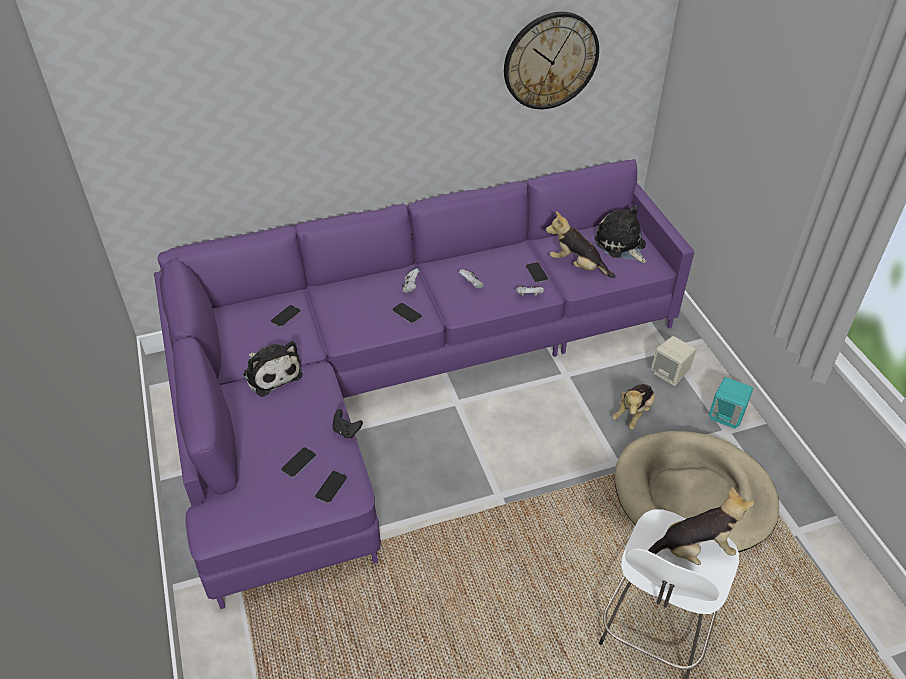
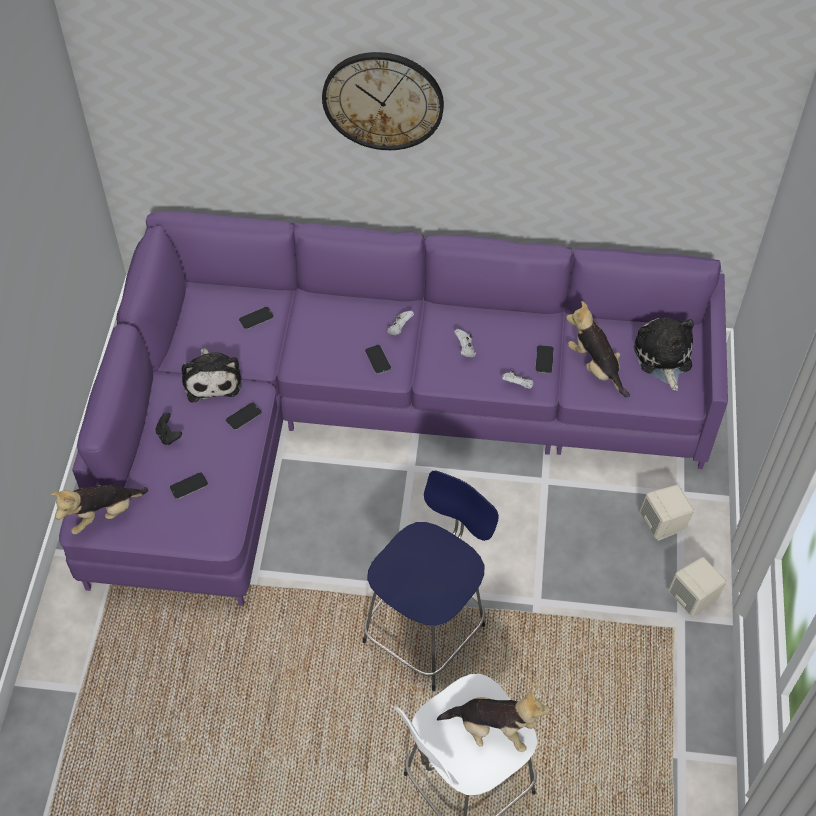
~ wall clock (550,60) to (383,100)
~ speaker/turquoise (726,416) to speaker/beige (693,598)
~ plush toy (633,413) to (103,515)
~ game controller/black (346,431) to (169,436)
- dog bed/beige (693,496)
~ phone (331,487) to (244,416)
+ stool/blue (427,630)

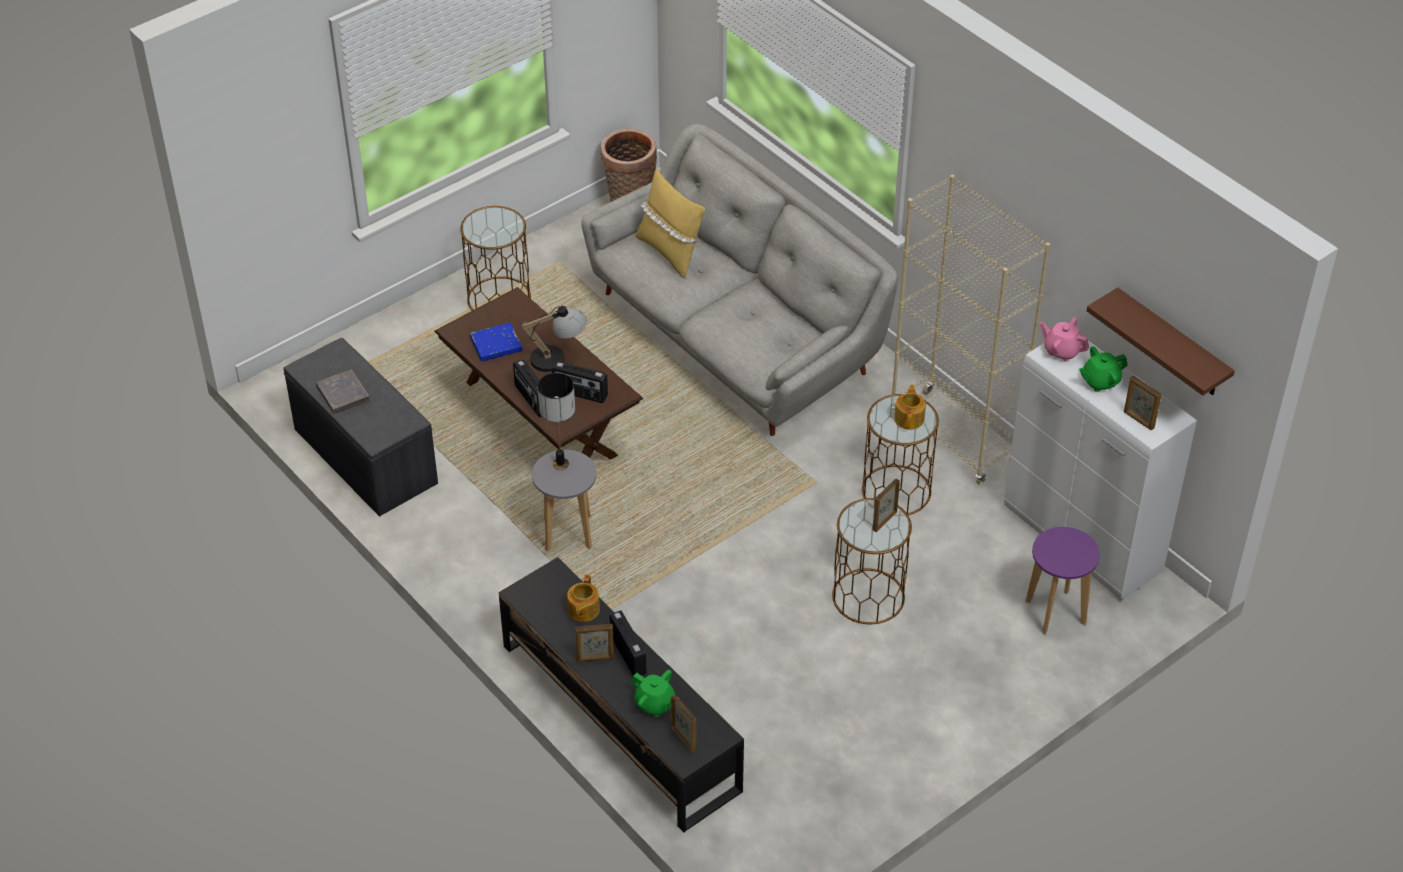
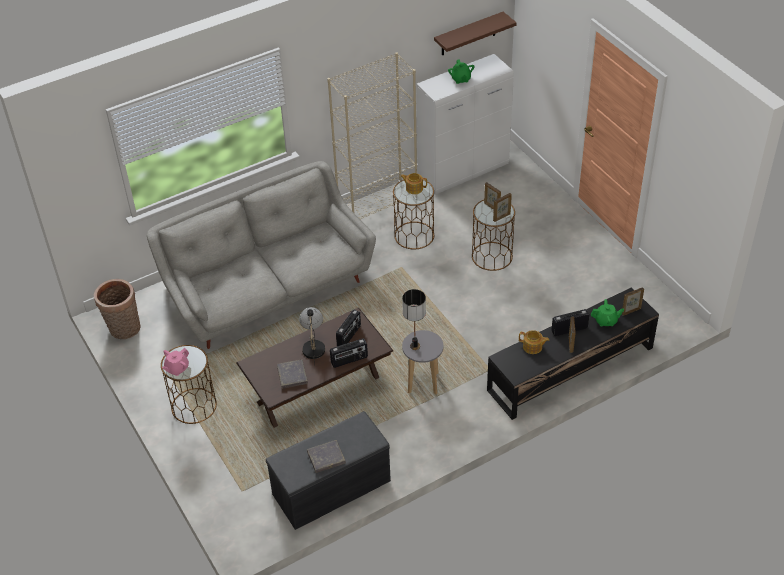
- pillow/yellow (670,252)
~ teapot/pink (1062,351) to (177,368)
~ book/blue (496,345) to book/grey (292,375)
~ picture frame (1138,420) to (502,217)
- stool/purple (1055,612)
~ teapot/green (655,704) = (606,321) 45 degrees clockwise

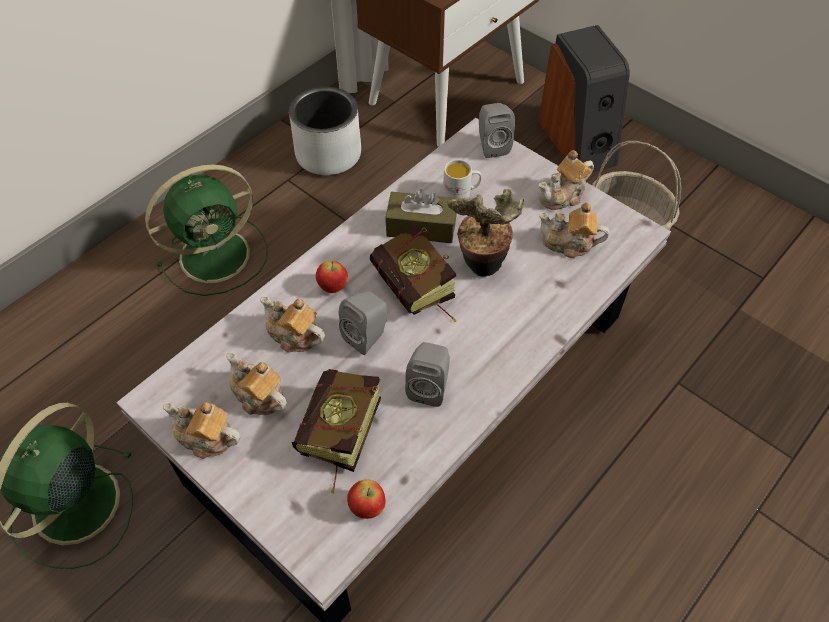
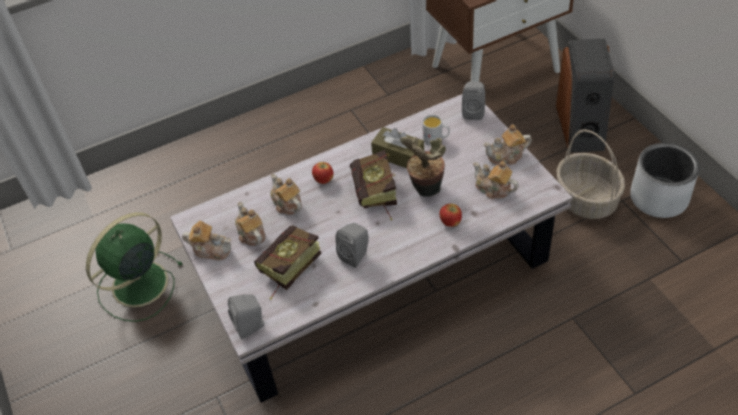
~ planter/grey (328,154) to (659,197)
- fan/green (218,254)
~ speaker/grey (368,336) to (251,326)
~ teapot (206,438) = (211,249) 150 degrees clockwise
~ apple (367,507) to (450,223)

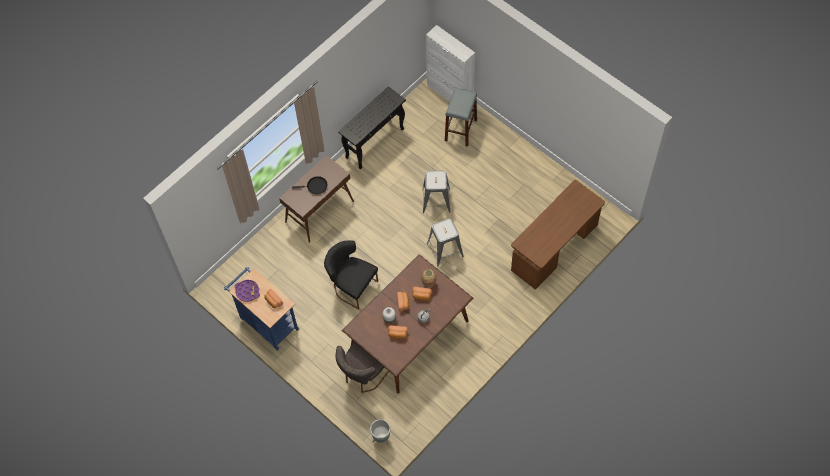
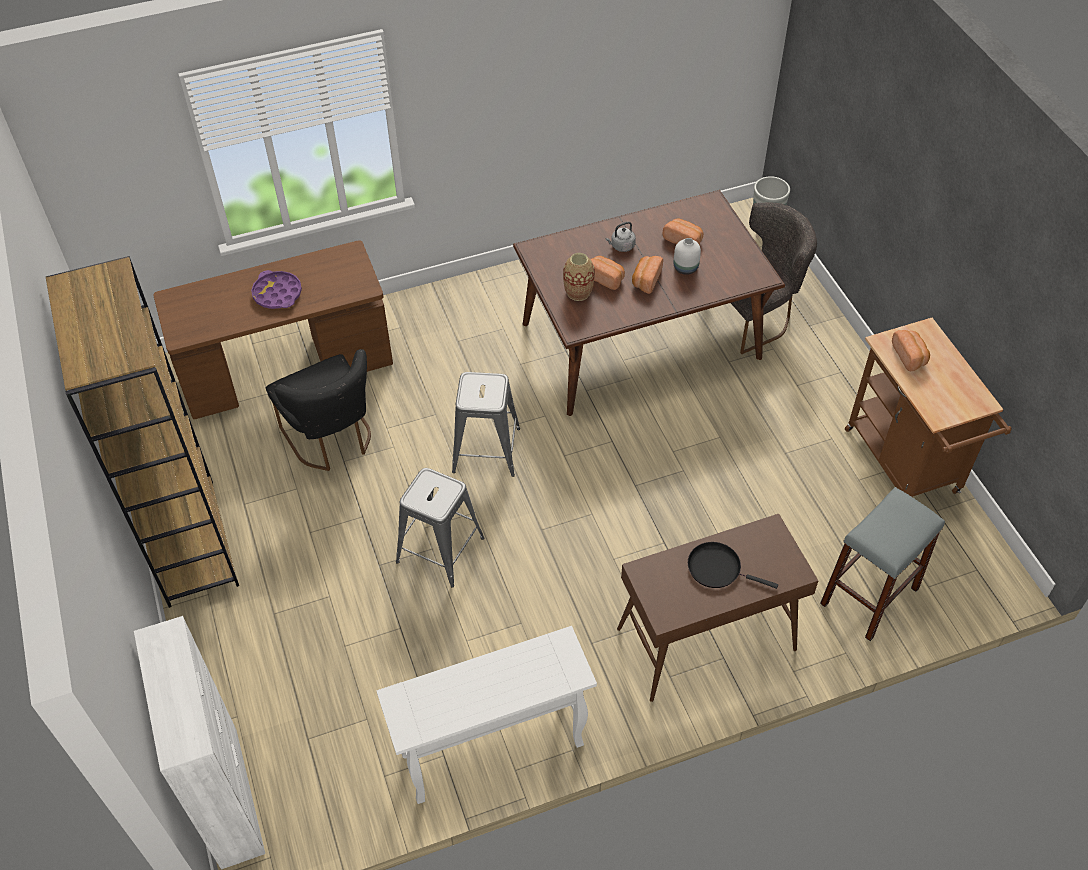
~ console table/black (375,143) to console table/white (491,751)
~ stool/grey (461,130) to (869,596)
~ chair/black (352,286) to (332,440)
~ cart/blue (267,322) to cart/brown (906,467)
~ tray/purple (247,291) to (277,294)
+ bookcase/brown (190,541)

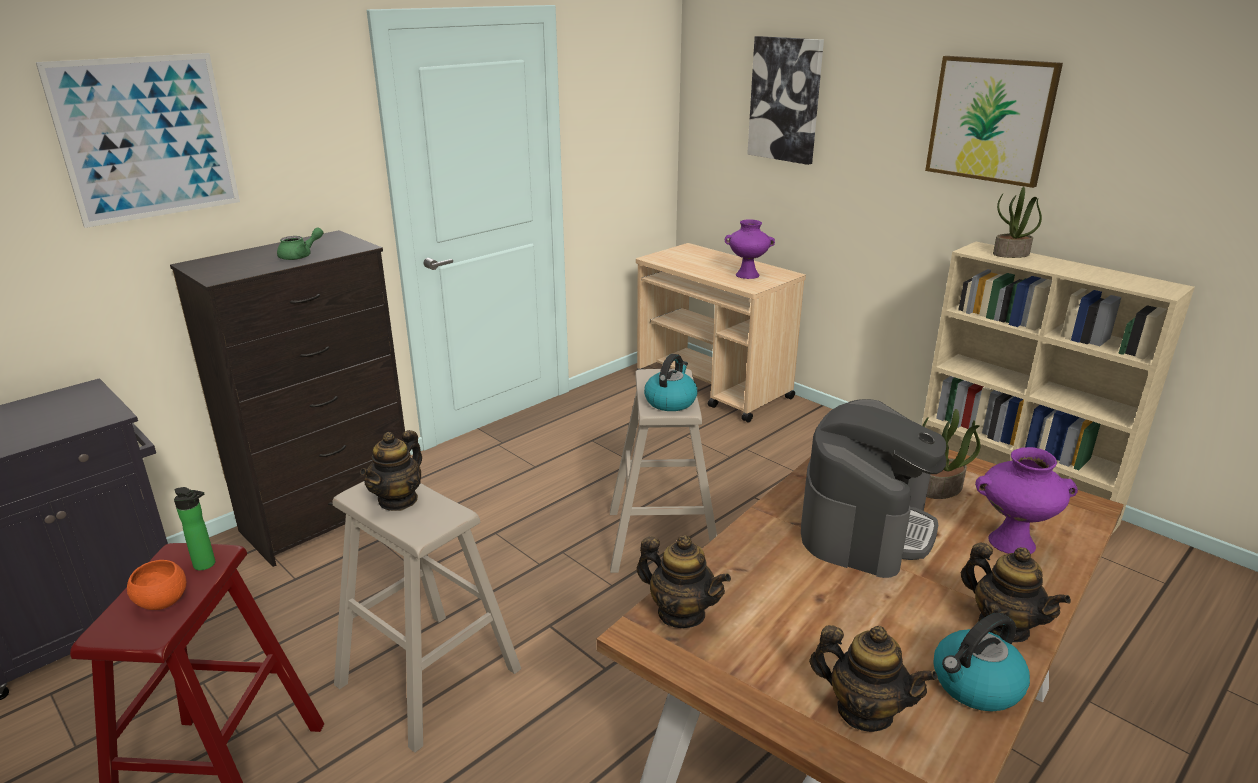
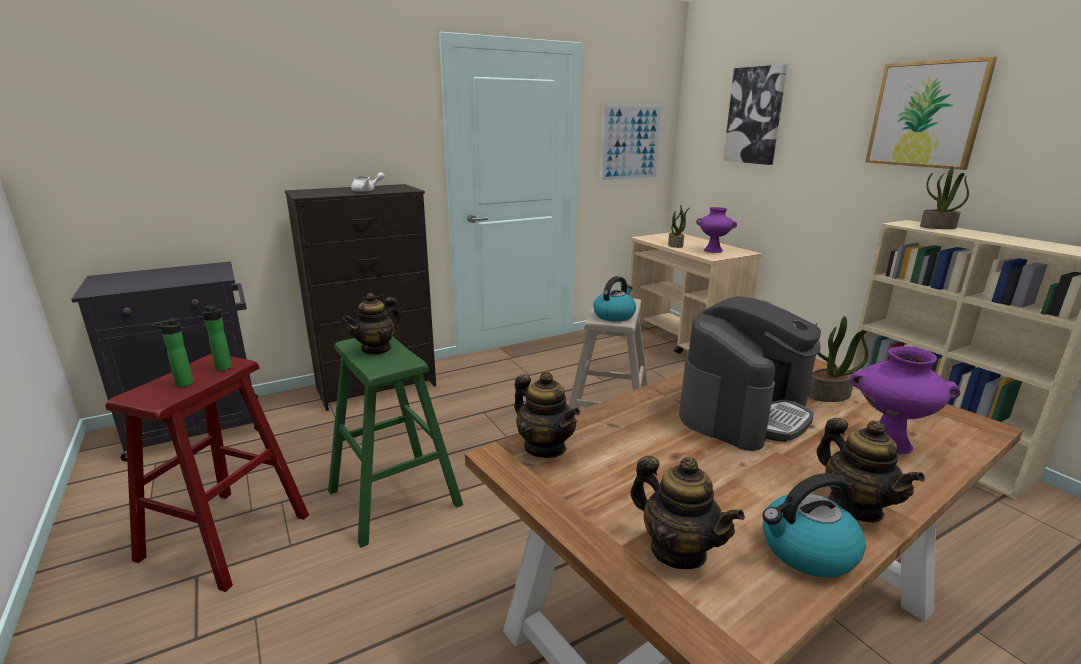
~ picture (147,138) to (631,143)
~ teapot/green (300,256) to teapot/white (367,191)
~ stool/beige (429,677) to stool/green (394,498)
~ bowl/orange (162,602) to bottle (181,384)
+ potted plant (676,245)

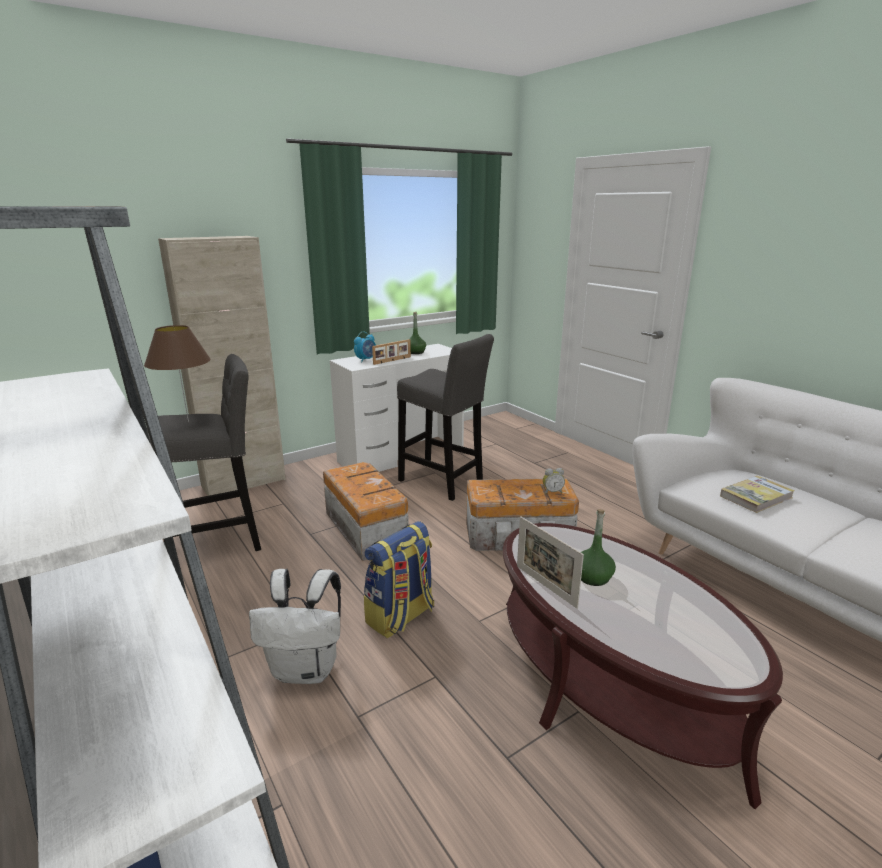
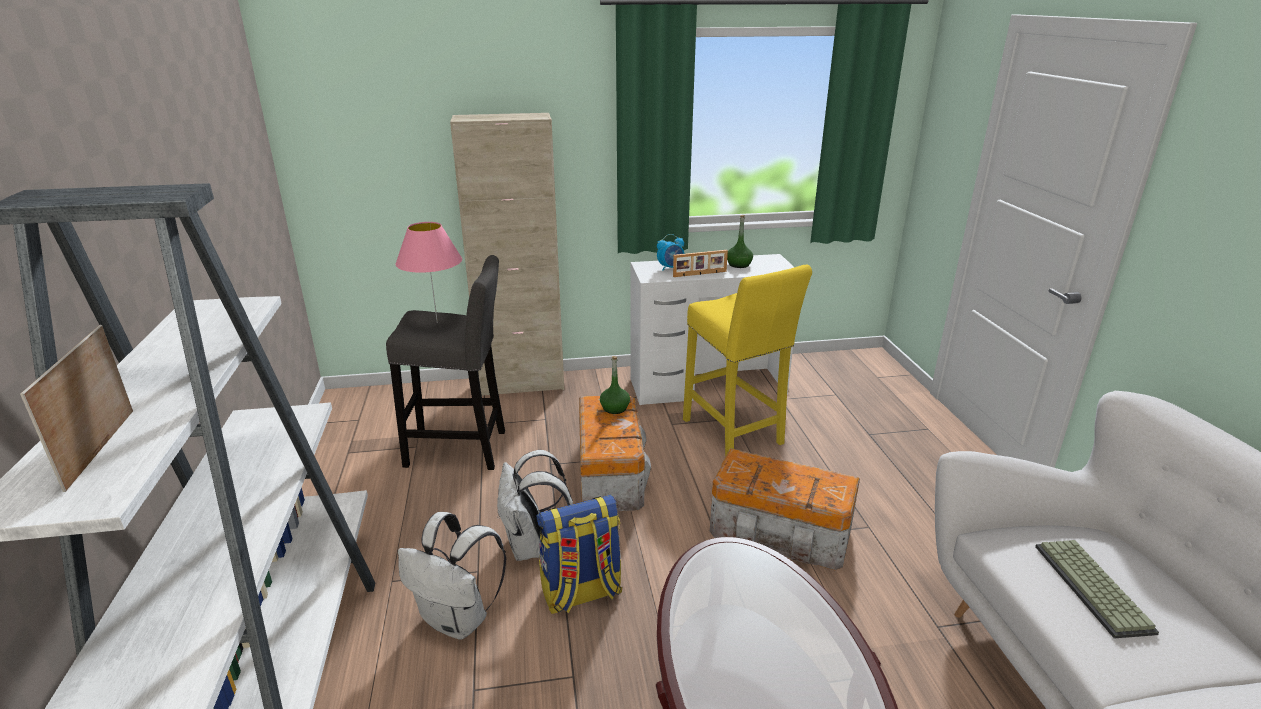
~ table lamp/brown (188,421) to table lamp/pink (437,323)
~ stool/grey (443,482) to stool/yellow (734,435)
- alarm clock (552,492)
~ book (756,497) to keyboard (1095,588)
~ bottle/green (593,577) to (615,408)
~ picture frame (545,586) to (101,448)
+ backpack/white (532,547)

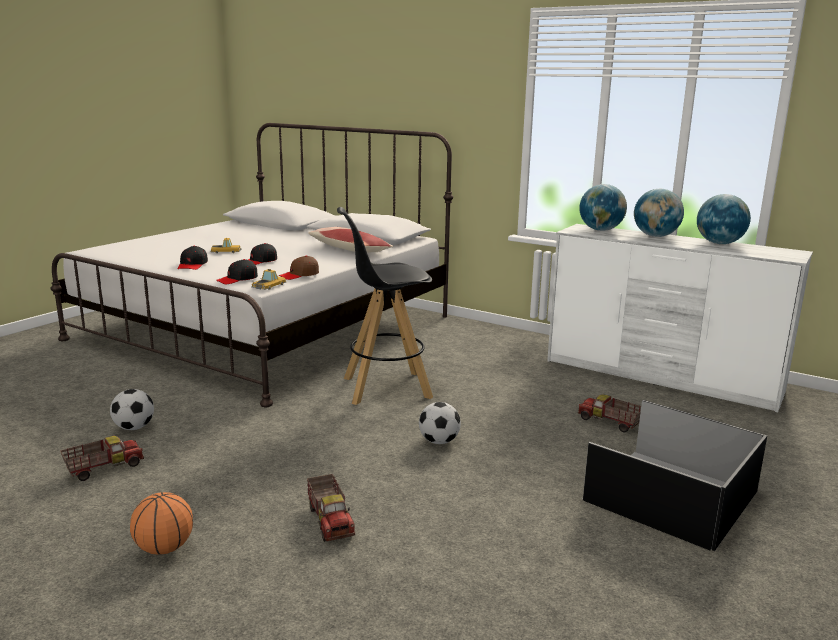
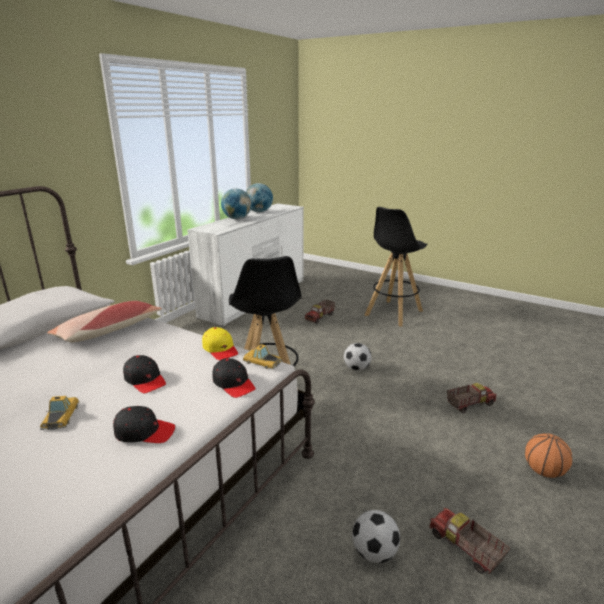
- globe (601,230)
~ cap/brown (299,275) to cap/yellow (220,349)
~ storage box/black (671,495) to stool/black (393,313)

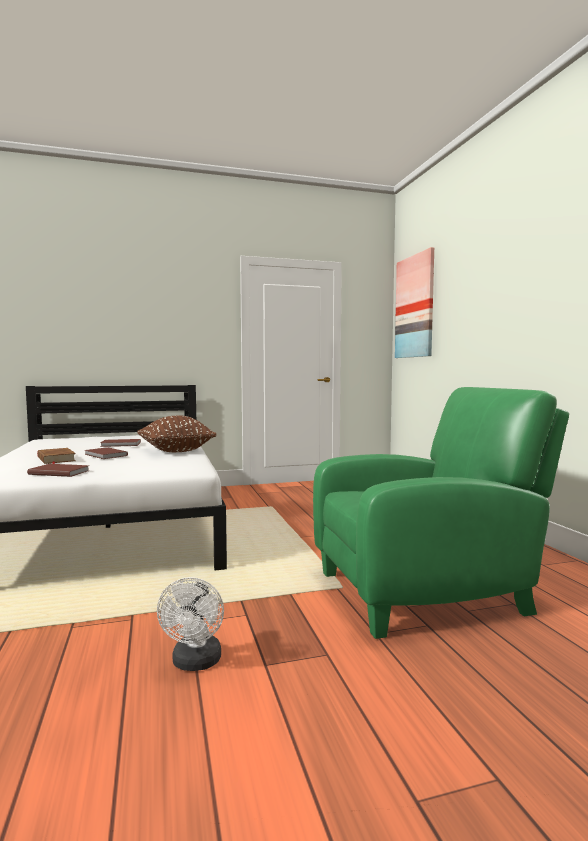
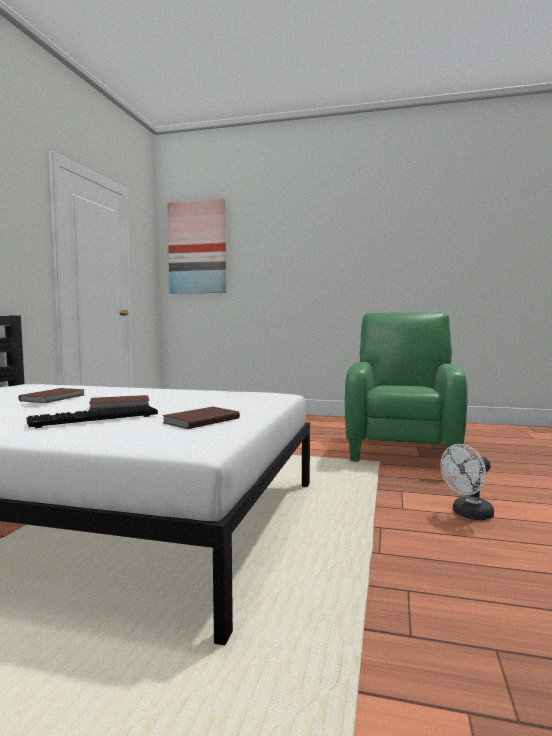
- pillow/brown (176,451)
~ book/brown (56,459) to keyboard (93,419)
~ fan/white (195,663) = (468,514) 120 degrees clockwise

